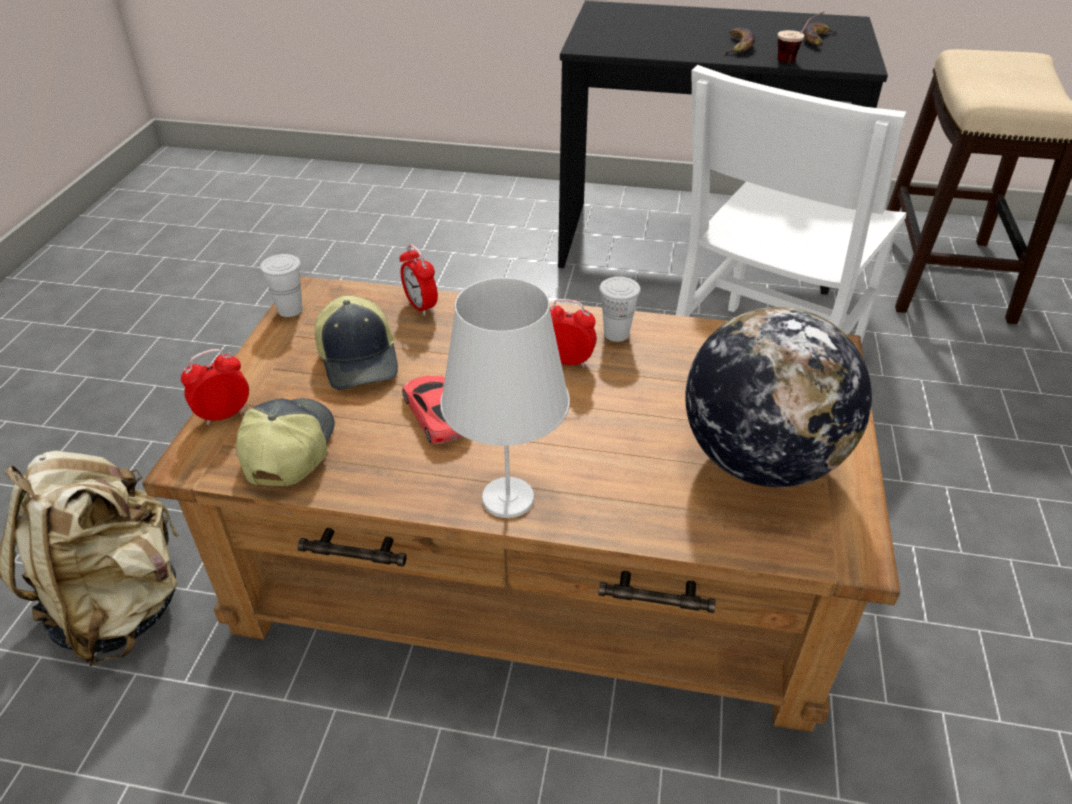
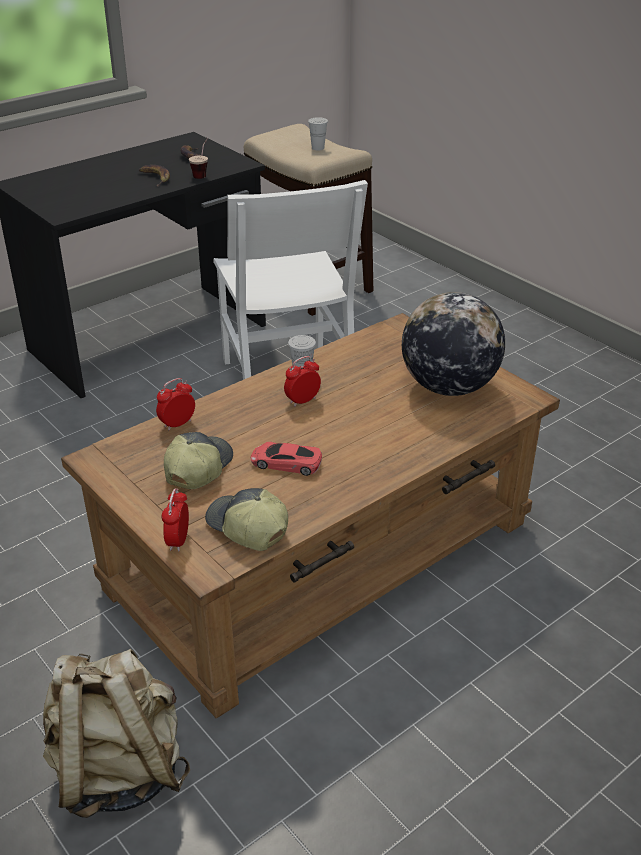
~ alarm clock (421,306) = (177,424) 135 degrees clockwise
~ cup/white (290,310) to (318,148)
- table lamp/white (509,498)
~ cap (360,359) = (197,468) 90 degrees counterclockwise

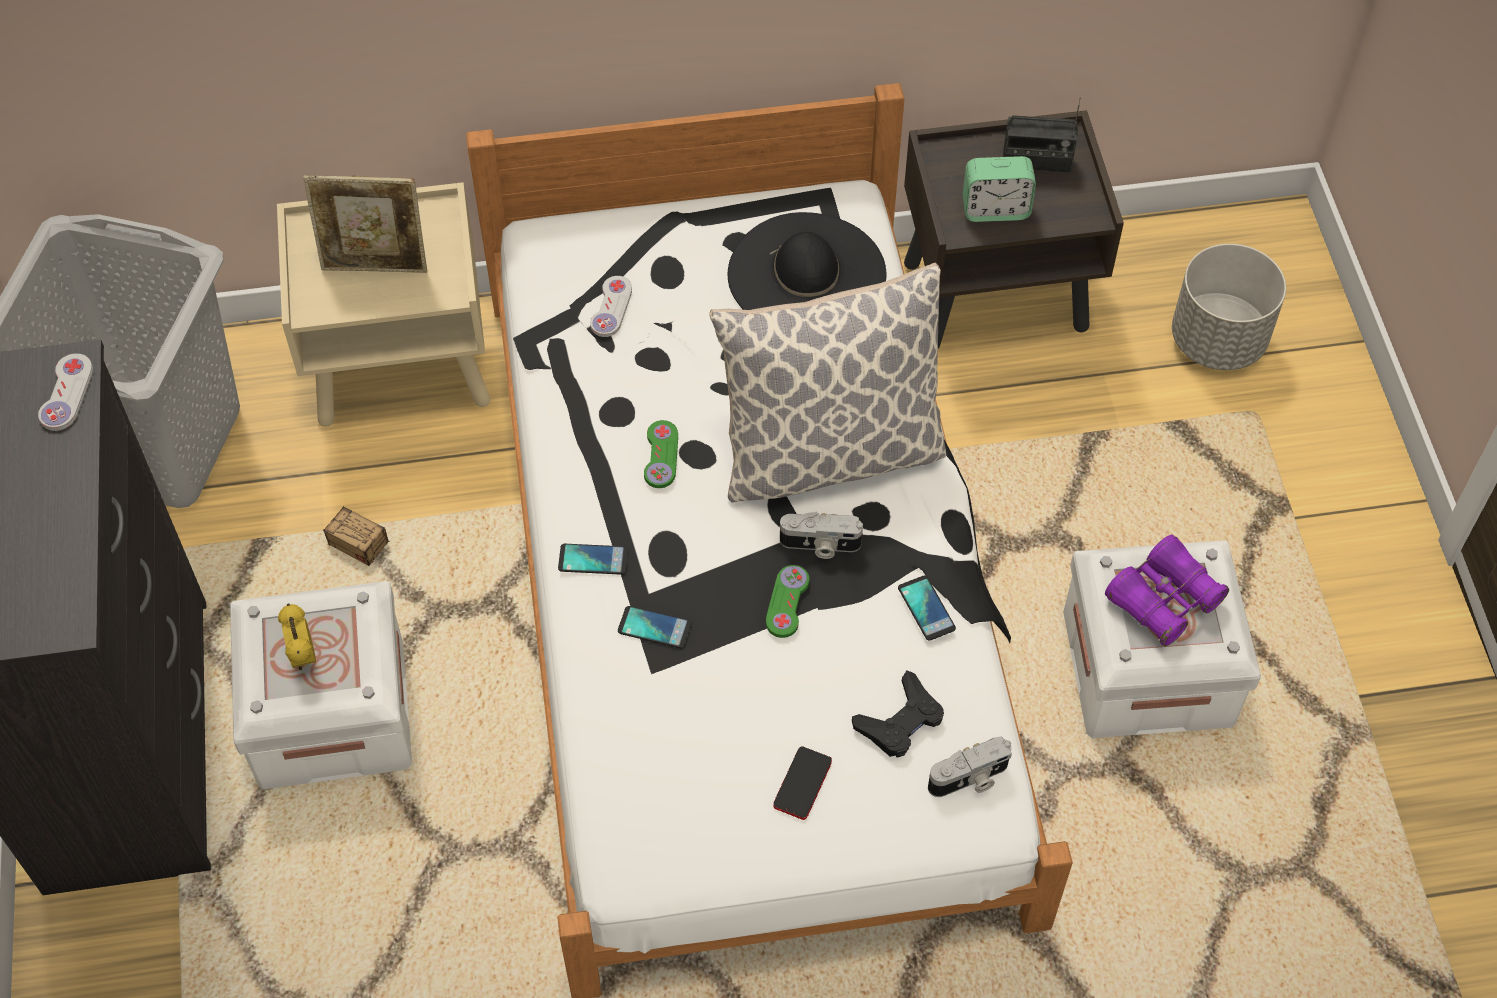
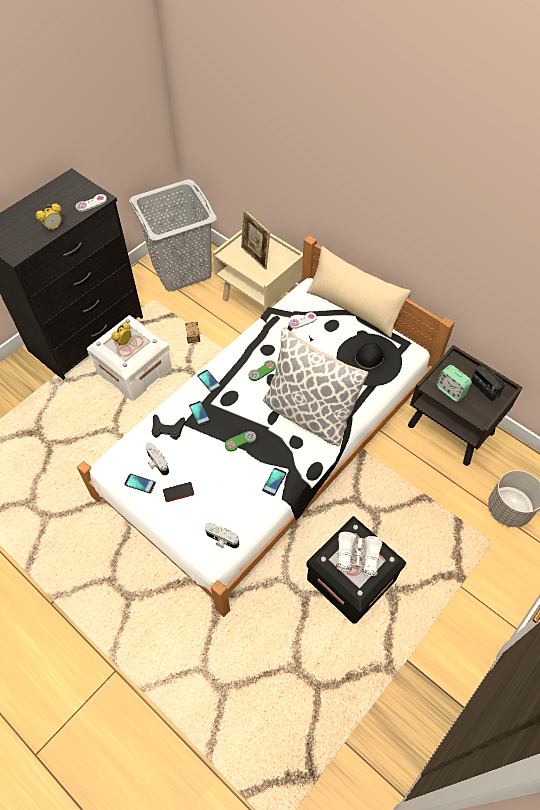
~ photo camera (820,545) to (156,463)
~ binoculars/purple (1163,600) to binoculars/white (357,556)
~ storage box/white (1147,667) to storage box/black (351,578)
~ game controller/black (900,721) to (167,429)
+ alarm clock (53,227)
+ pillow/beige (353,307)
+ phone (140,483)

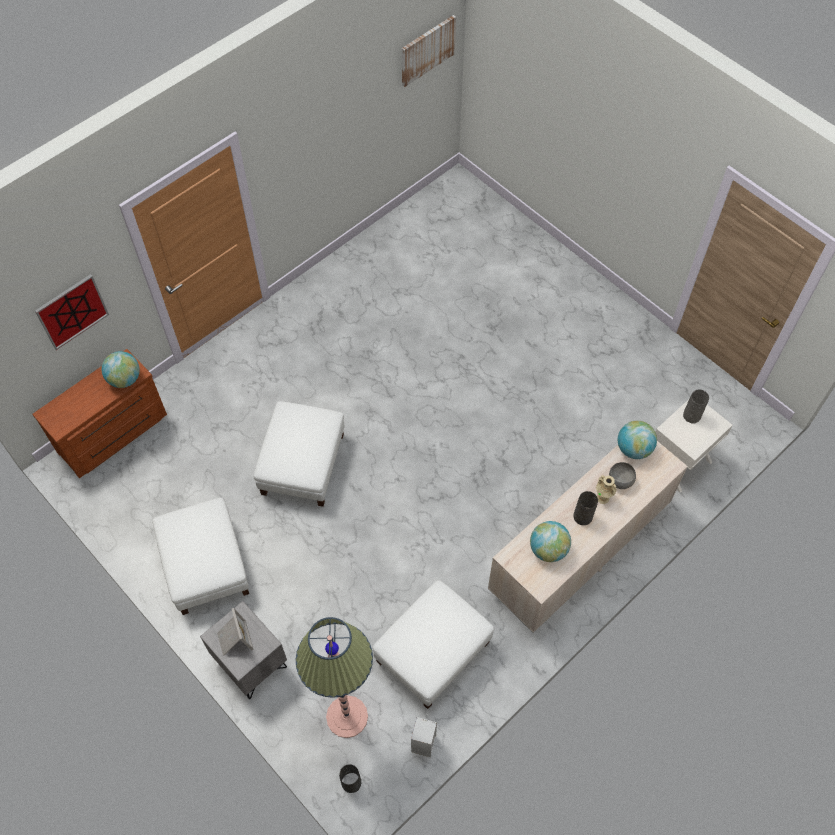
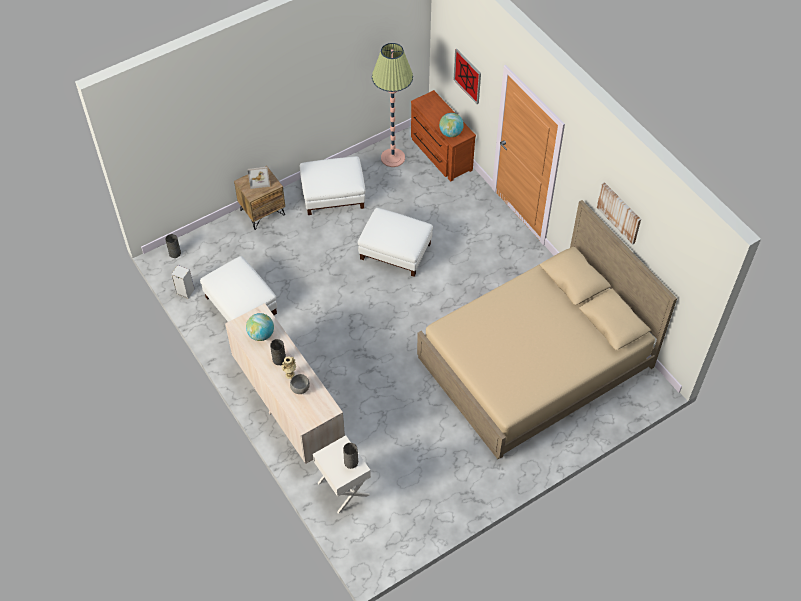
~ picture (427,50) to (619,212)
- globe (633,449)
~ nightstand/grey (250,663) to nightstand/brown (262,212)
~ floor lamp (347,716) to (393,158)
+ bed/beige (535,362)

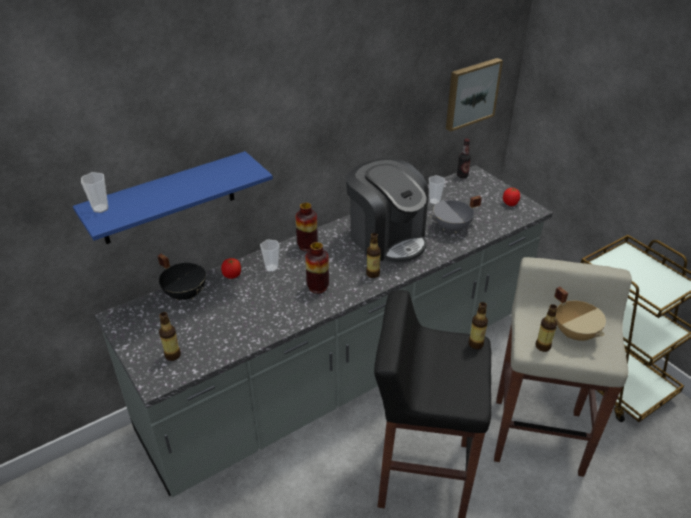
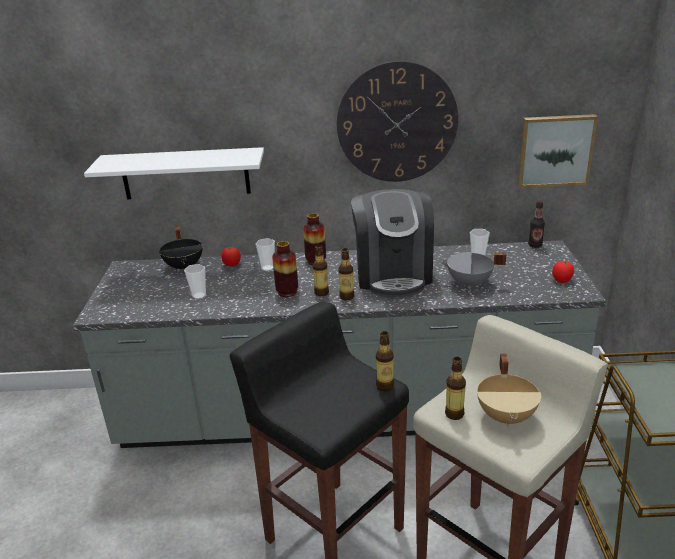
~ shelf/blue (168,198) to shelf/white (185,173)
~ cup (100,208) to (199,296)
~ bottle (173,355) to (321,293)
+ wall clock (397,123)

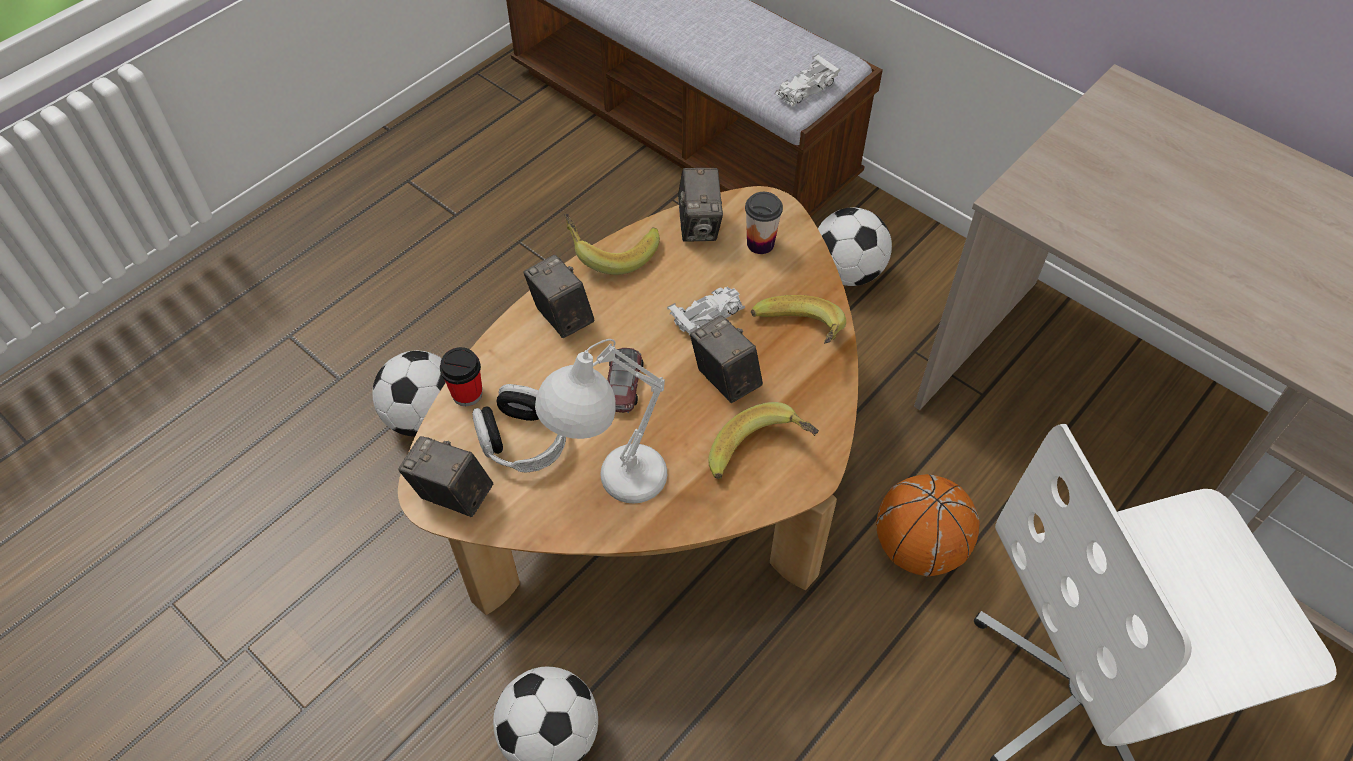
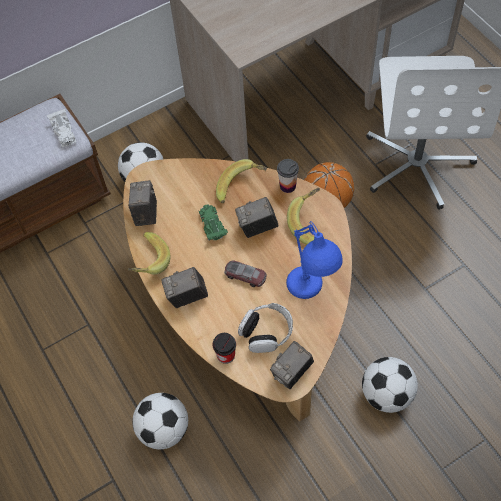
~ photo camera (699,226) = (145,213) 105 degrees counterclockwise
~ cup (760,244) to (287,186)
~ toy car/white (707,315) to toy car/green (212,225)
~ table lamp/white (610,489) to table lamp/blue (310,295)

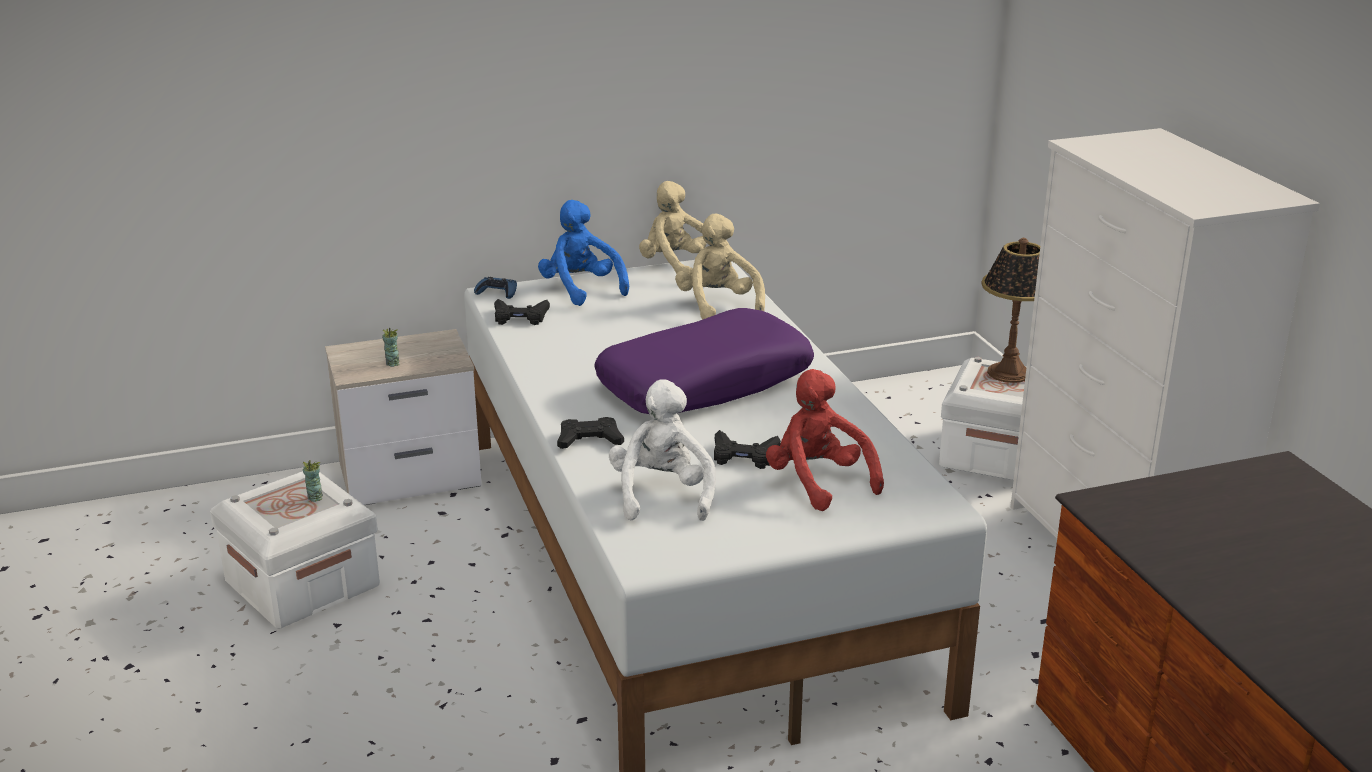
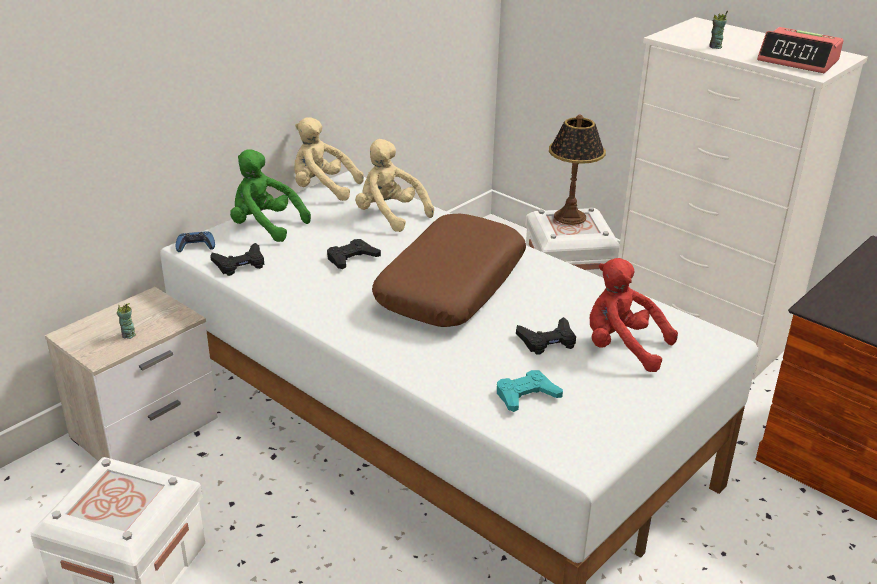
~ plush toy/blue (581,289) to plush toy/green (265,226)
~ pillow/purple (705,383) to pillow/brown (451,285)
~ plush toy/white (662,495) to game controller/turquoise (526,396)
~ game controller/black (589,440) to (352,258)
~ cup (315,497) to (715,47)
+ alarm clock (798,61)

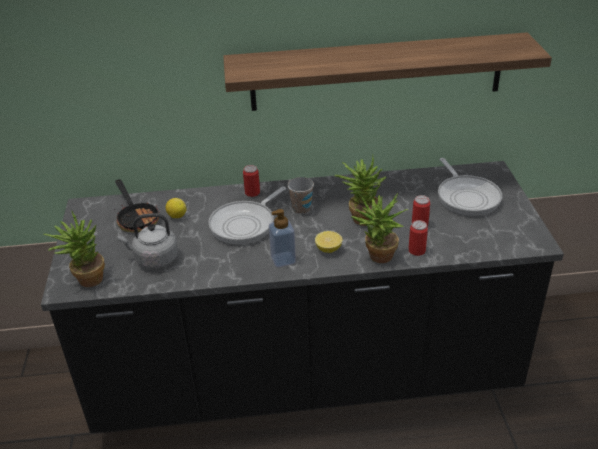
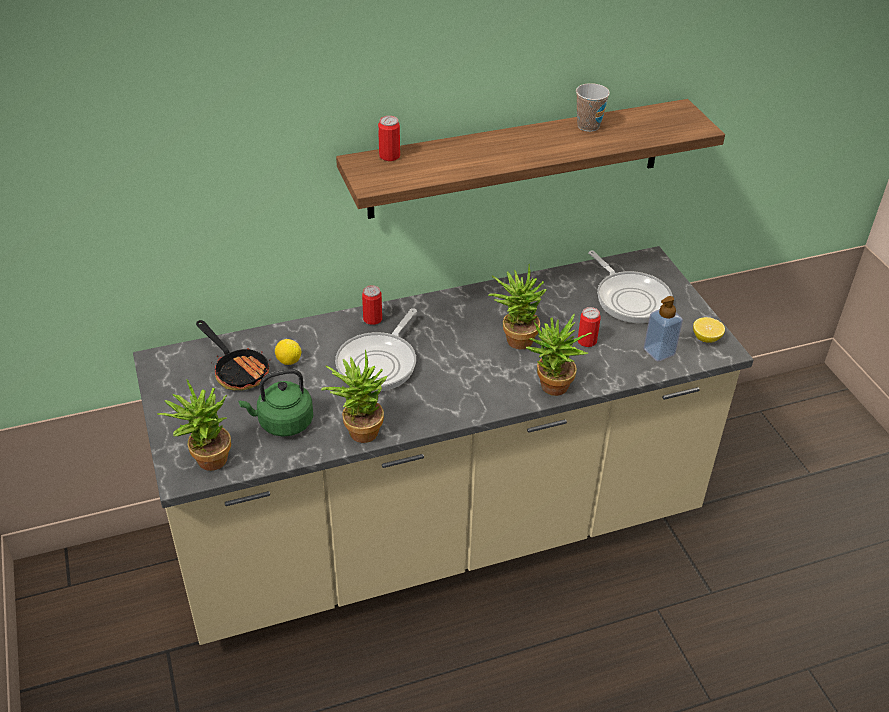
~ counter/black (305,375) to counter/beige (440,531)
~ cup (301,209) to (588,126)
~ soap dispenser (283,259) to (659,352)
~ kettle/grey (154,259) to kettle/green (283,423)
~ can (416,250) to (389,156)
~ lemon (328,249) to (706,338)
+ potted plant (358,430)

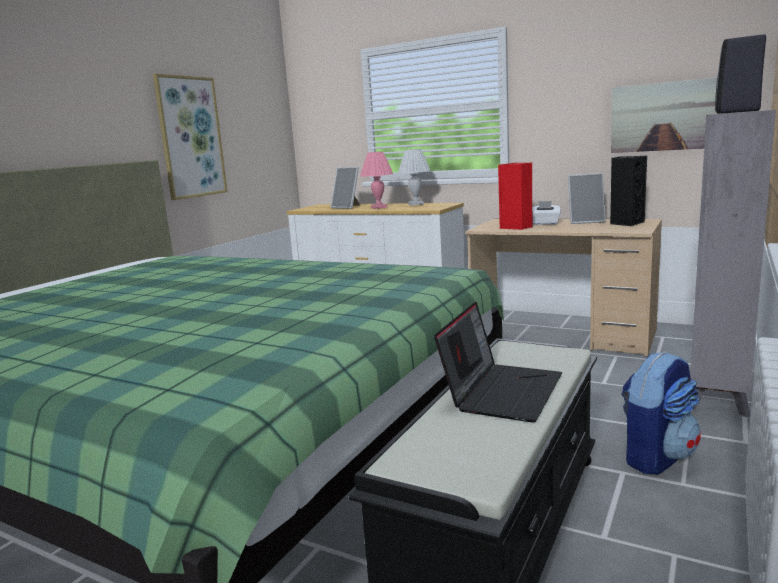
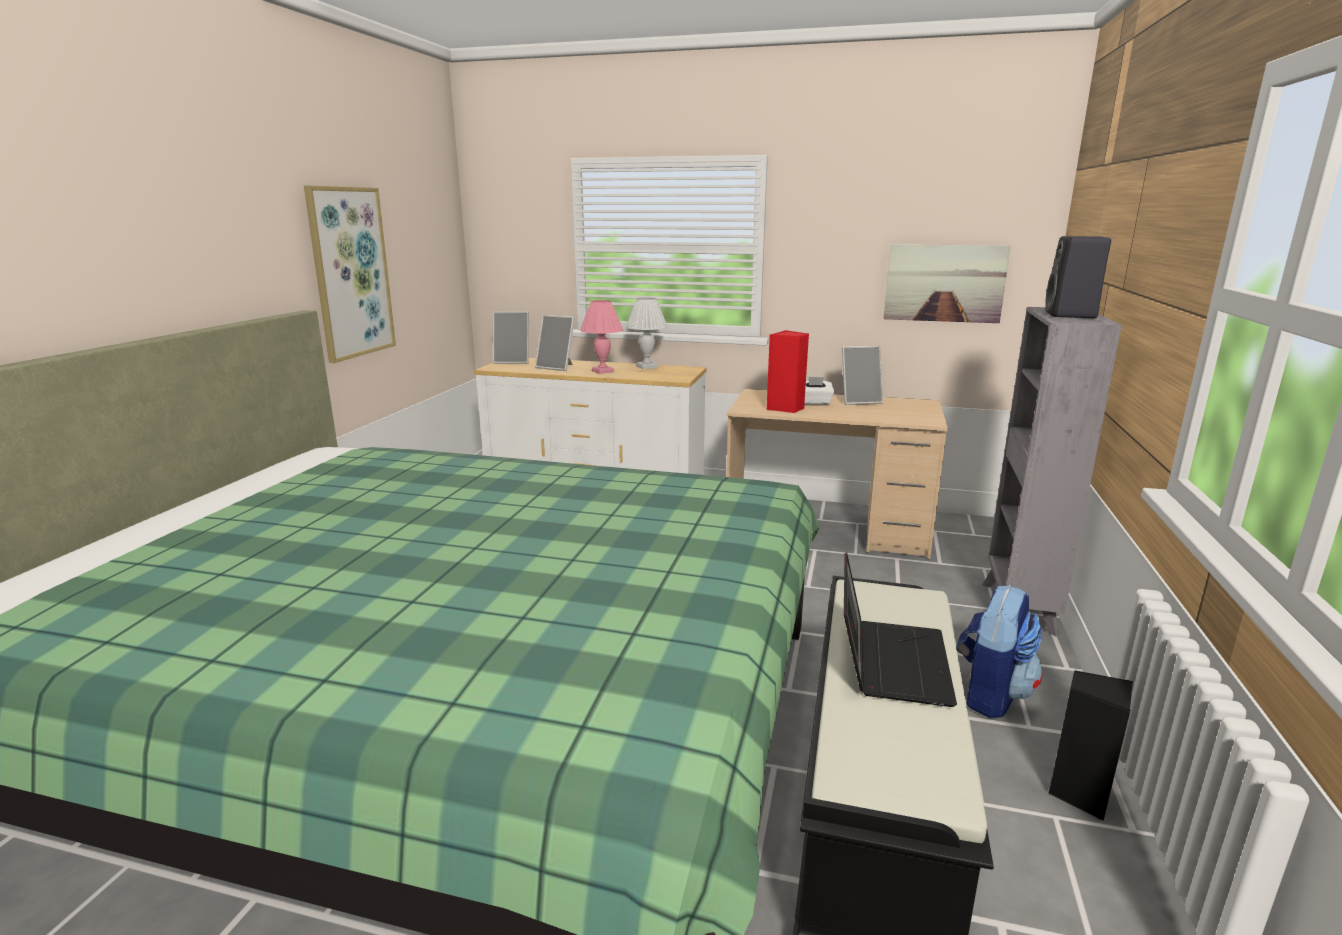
~ speaker/black (626,223) to (1078,793)
+ picture frame (513,361)

